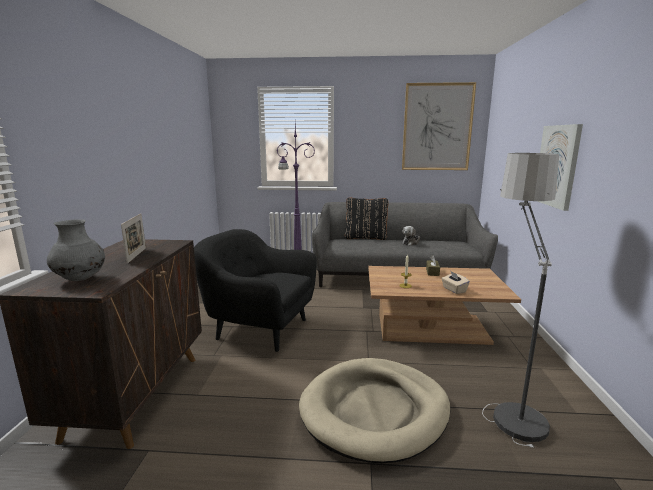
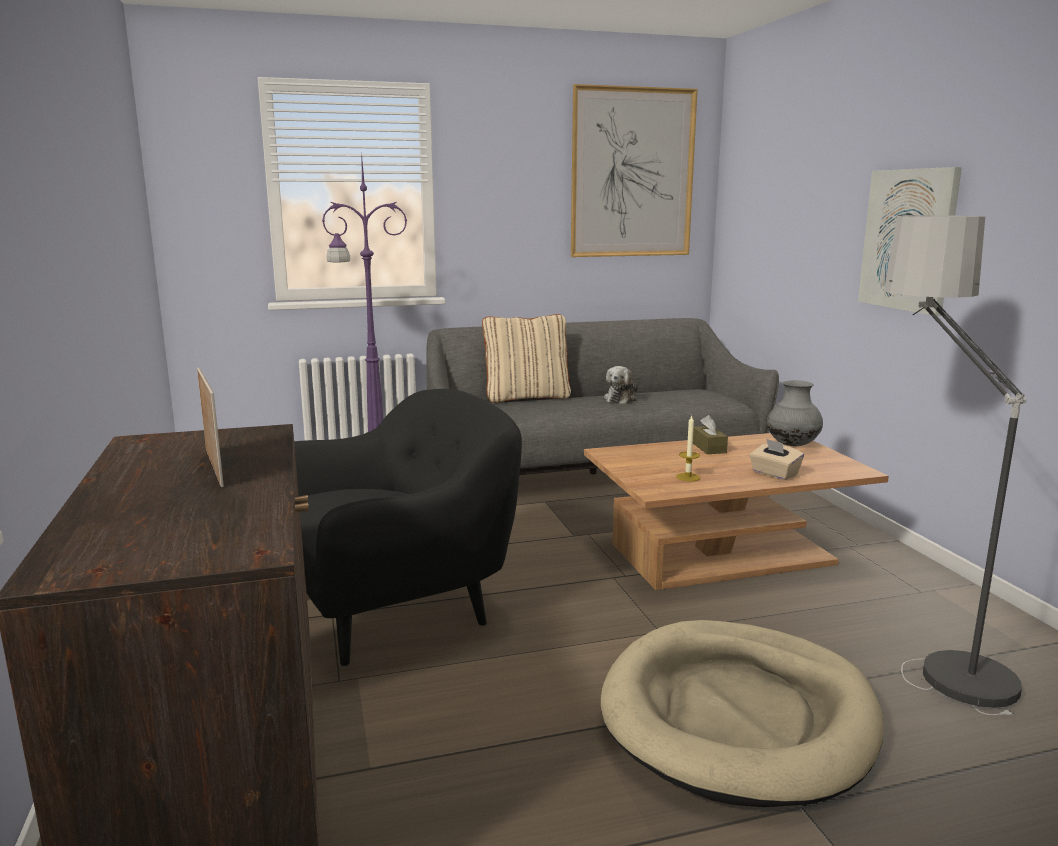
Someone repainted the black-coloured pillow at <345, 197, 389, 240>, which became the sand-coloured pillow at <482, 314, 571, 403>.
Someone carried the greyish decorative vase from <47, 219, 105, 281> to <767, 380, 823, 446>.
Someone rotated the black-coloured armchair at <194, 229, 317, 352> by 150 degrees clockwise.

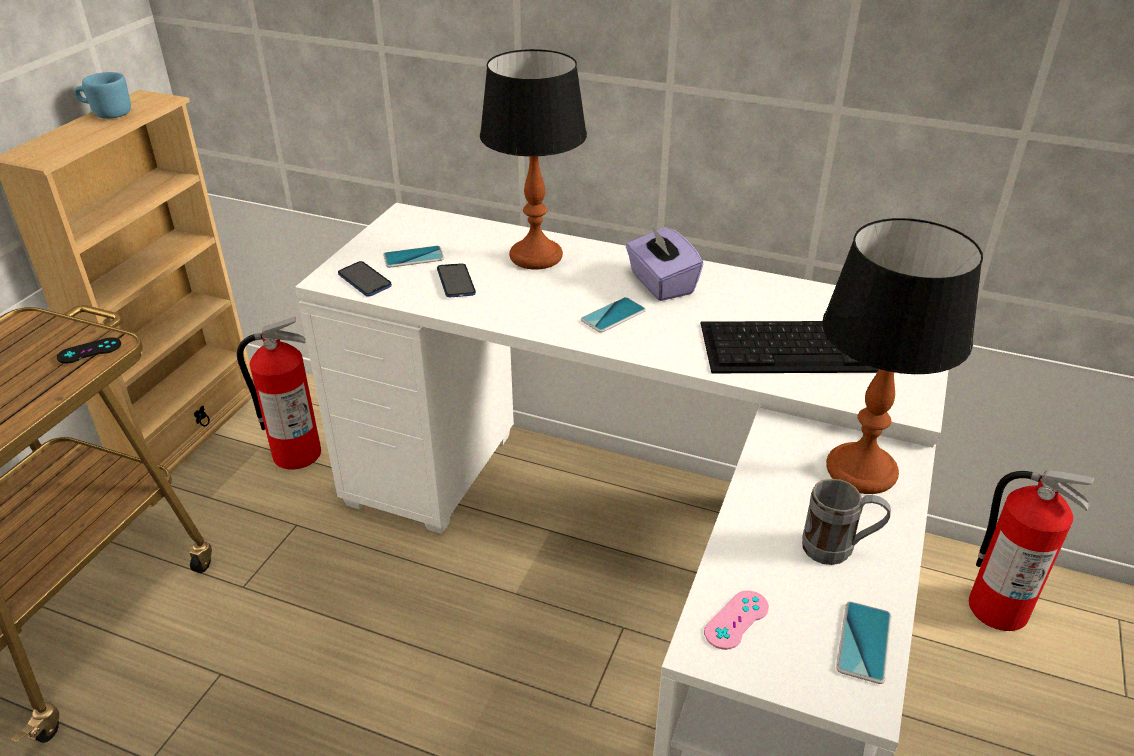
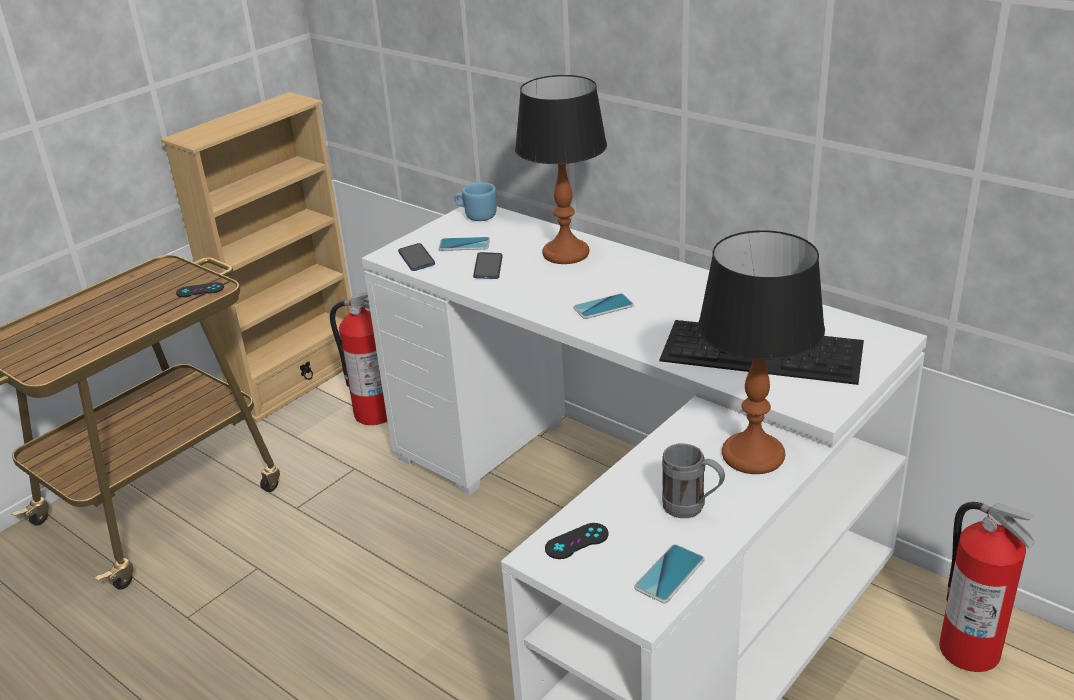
Someone carried the blue-coloured coffee mug from <74, 72, 131, 119> to <455, 182, 497, 221>.
Someone took away the purplish tissue holder at <626, 225, 703, 301>.
Someone repainted the pinkish joypad at <704, 590, 769, 650>, which became the black-coloured joypad at <545, 523, 609, 559>.

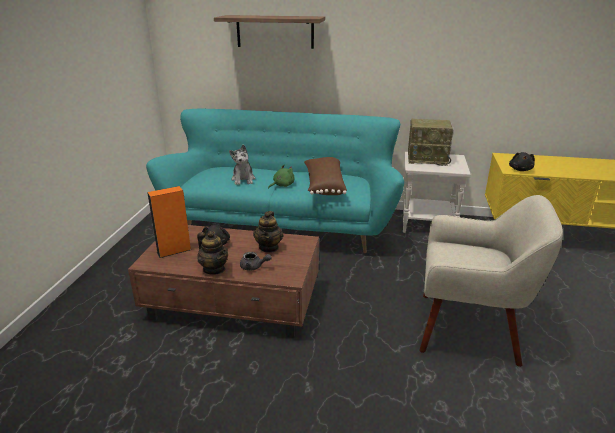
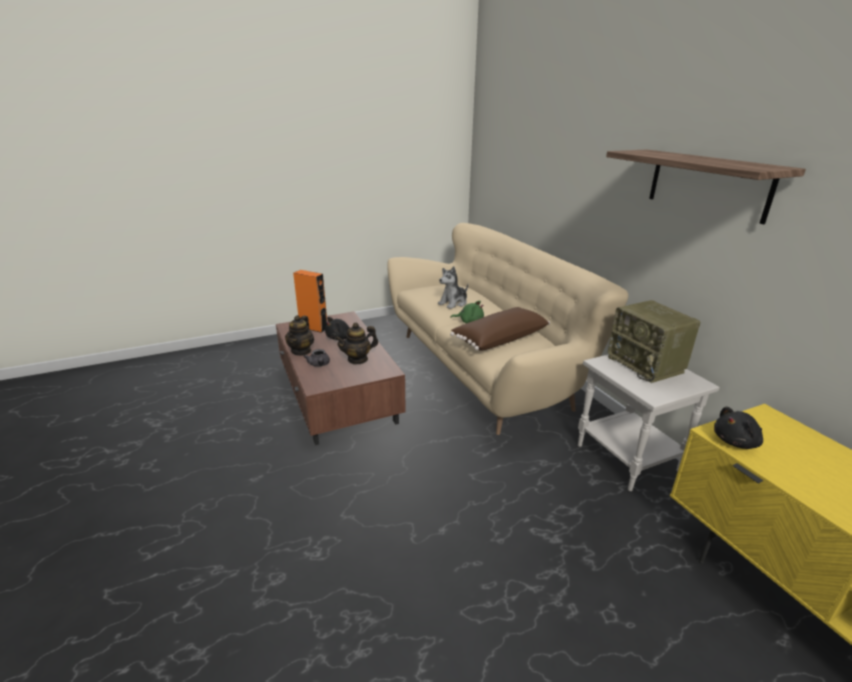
Someone carried the wall shelf from <214, 15, 325, 49> to <606, 149, 806, 224>.
Someone repainted the turquoise couch at <146, 109, 404, 253>, which became the sand-coloured couch at <387, 223, 628, 435>.
Someone took away the sand-coloured armchair at <419, 195, 563, 367>.

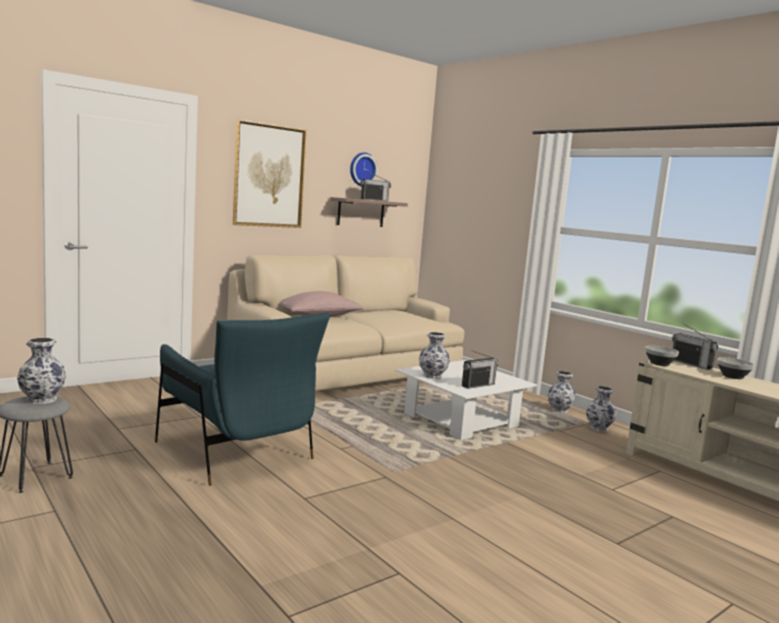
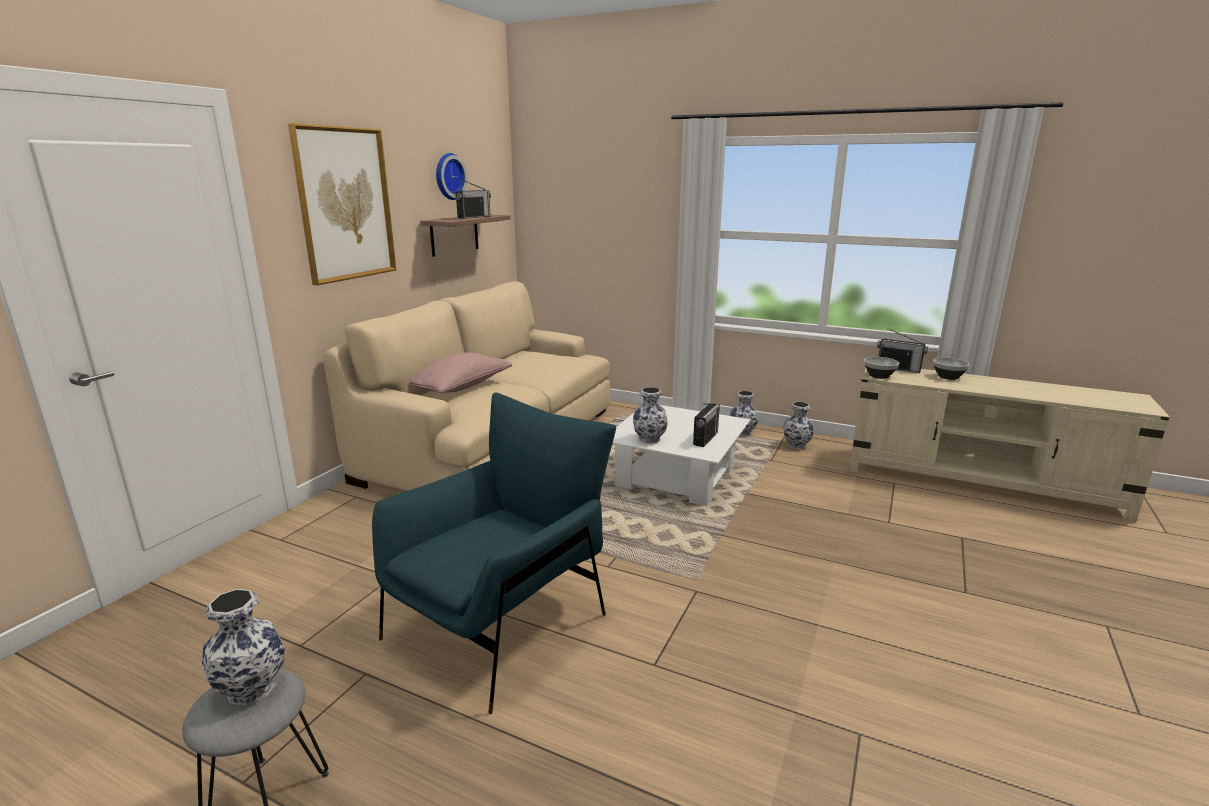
Someone rotated the blue-coloured armchair at <155, 312, 330, 486> by 75 degrees counterclockwise.

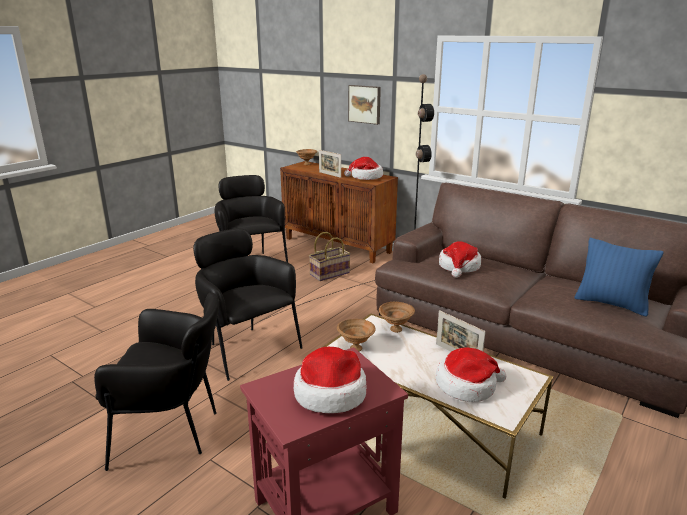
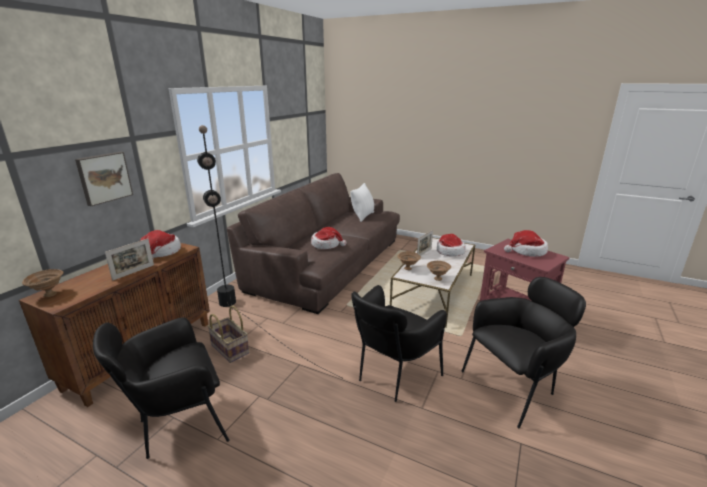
Someone repainted the blue-coloured pillow at <575, 238, 664, 317>, which became the white-coloured pillow at <351, 183, 374, 222>.
Someone rotated the black-coloured armchair at <94, 292, 219, 471> by 75 degrees clockwise.

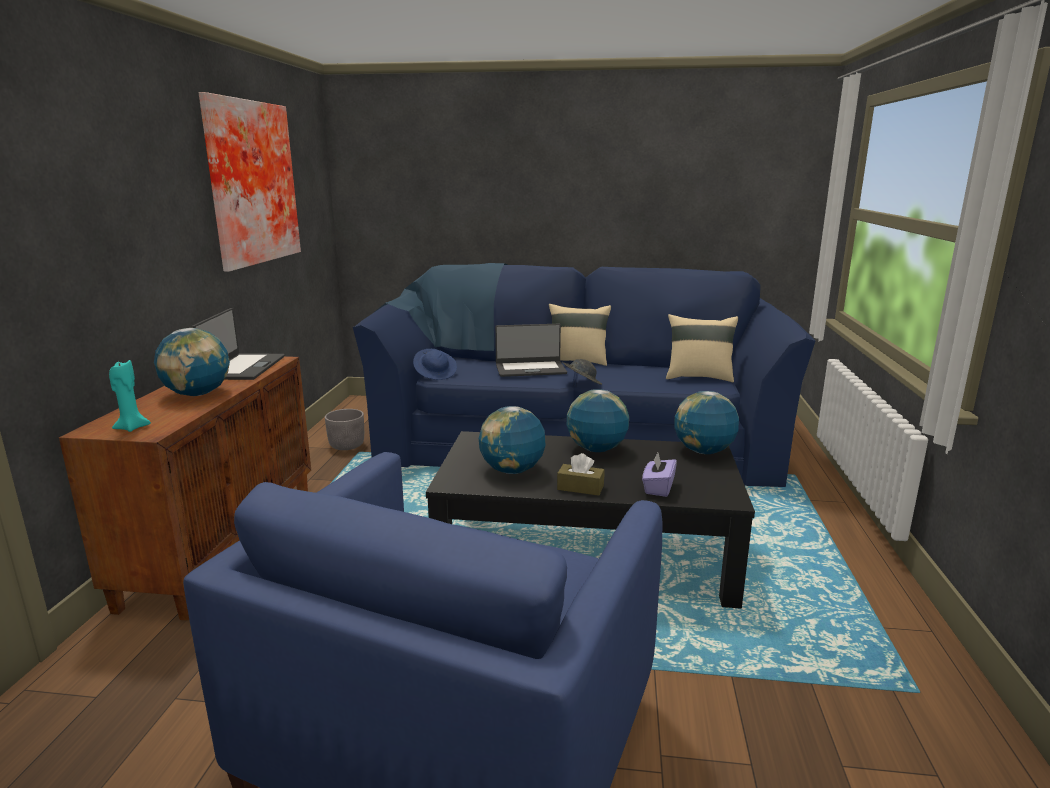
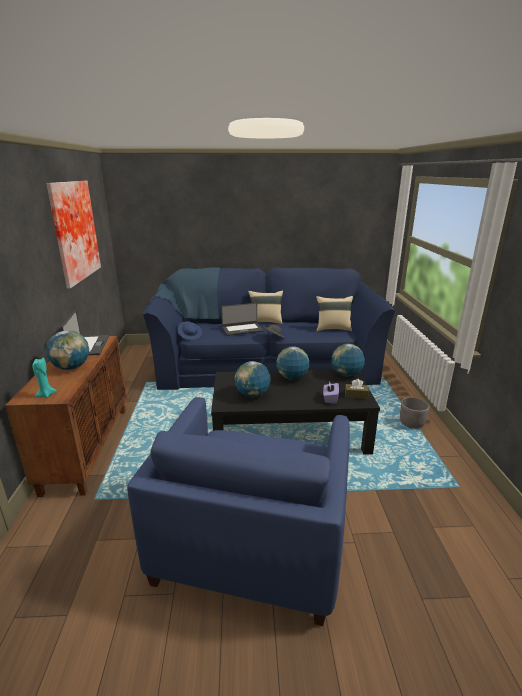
Someone carried the greyish flower pot from <325, 409, 364, 450> to <400, 397, 430, 429>.
Someone carried the brown tissue holder from <557, 453, 604, 496> to <345, 379, 369, 399>.

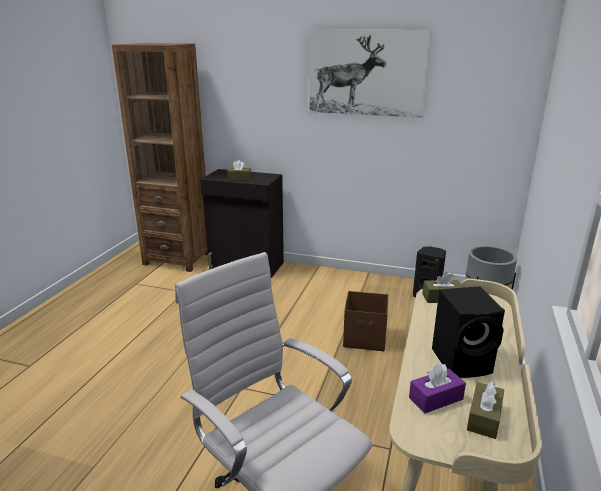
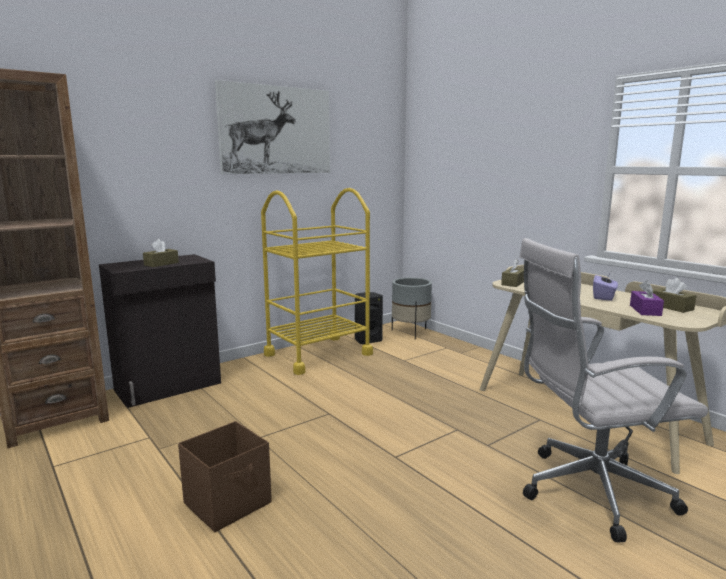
Someone swapped the black-coloured loudspeaker at <432, 286, 505, 378> for the purplish tissue holder at <593, 272, 618, 301>.
Someone carried the brown storage container from <343, 291, 388, 351> to <178, 421, 272, 532>.
Someone put down the yellow-coloured trolley at <261, 188, 373, 375>.

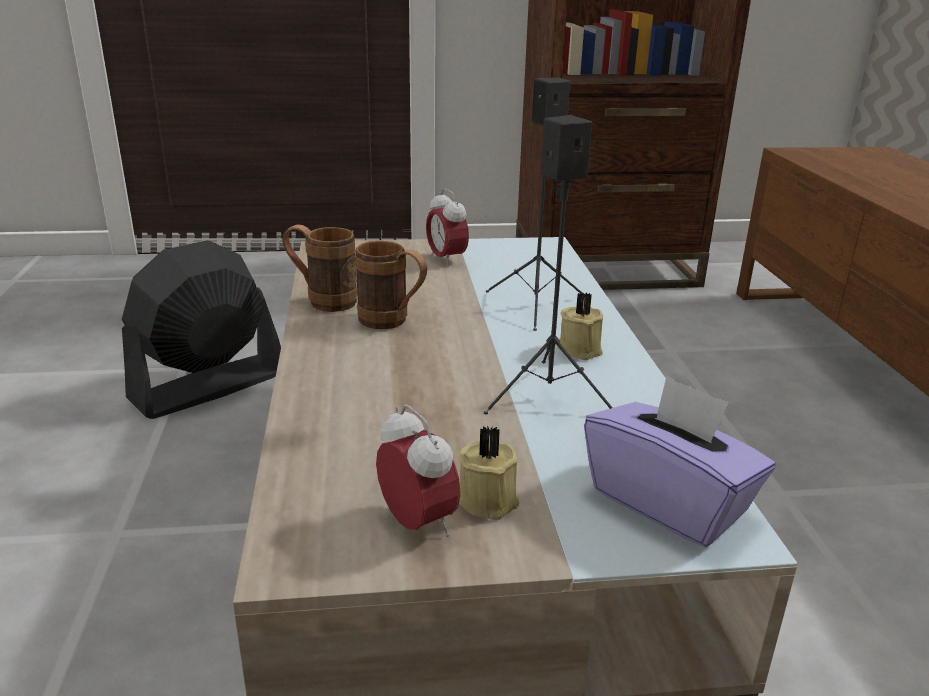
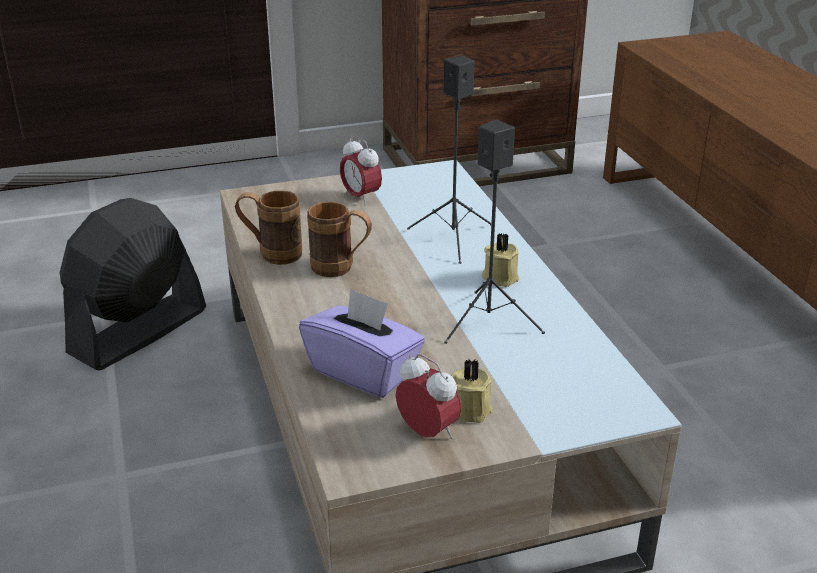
Someone carried the purplish tissue holder from <584, 375, 775, 547> to <299, 288, 425, 398>.

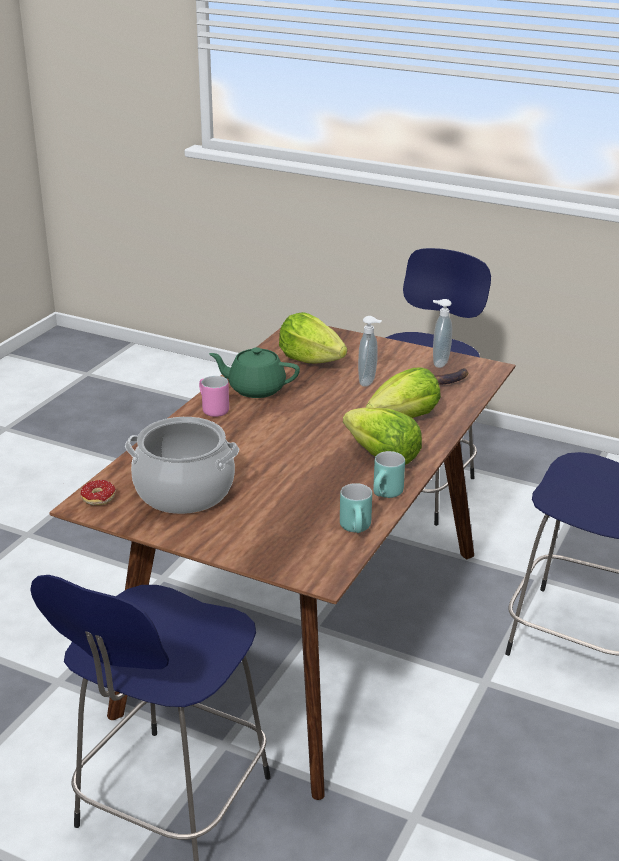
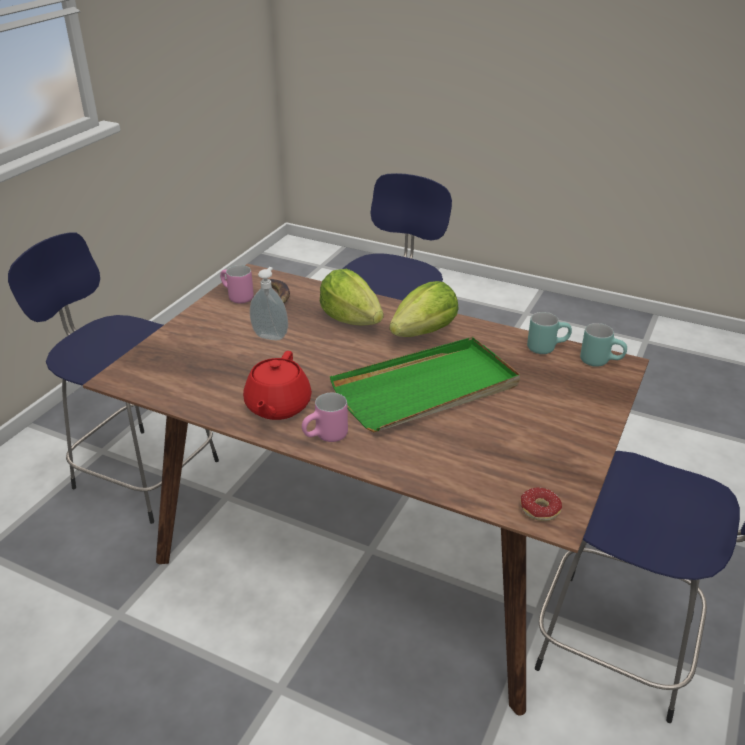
Someone swapped the soap dispenser at <433, 299, 452, 368> for the pinkish coffee mug at <220, 265, 254, 303>.
Someone took away the lettuce at <279, 312, 347, 364>.
Someone repainted the green pot for tea at <209, 347, 300, 398>, which became the reddish pot for tea at <243, 351, 312, 420>.
Someone took away the stockpot at <125, 417, 239, 514>.
Someone carried the turquoise coffee mug from <373, 451, 405, 498> to <580, 323, 627, 367>.
Someone put down the green tray at <330, 337, 520, 432>.

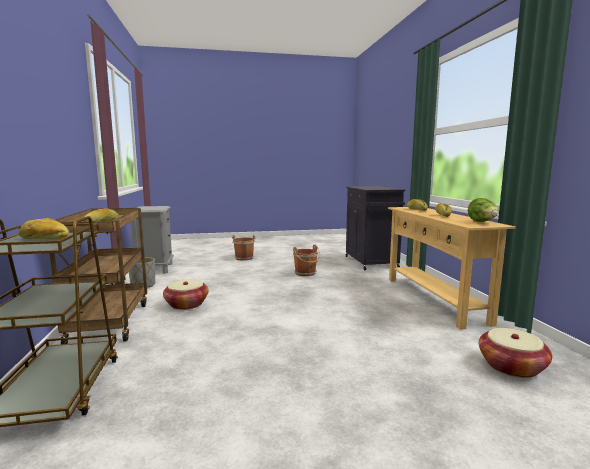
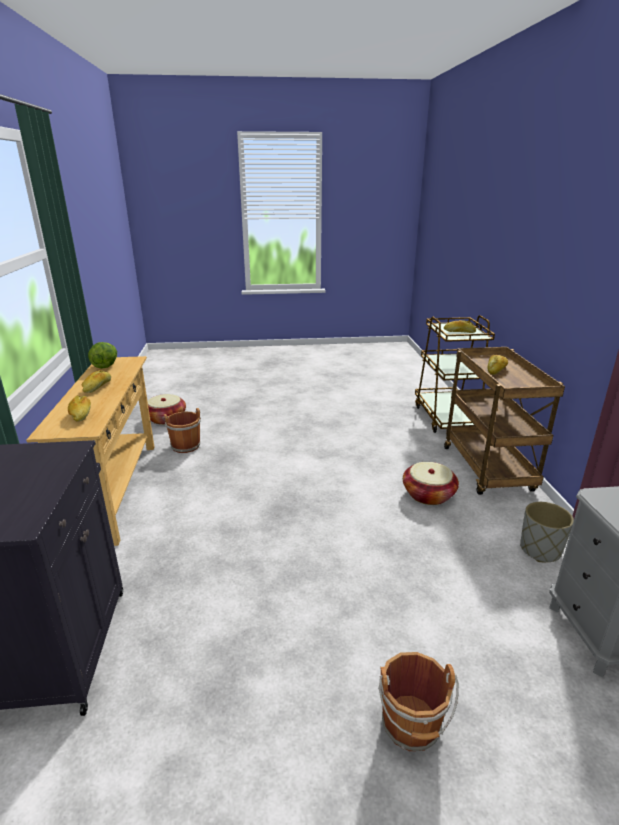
Someone carried the brown pail from <293, 245, 320, 276> to <162, 408, 201, 453>.

